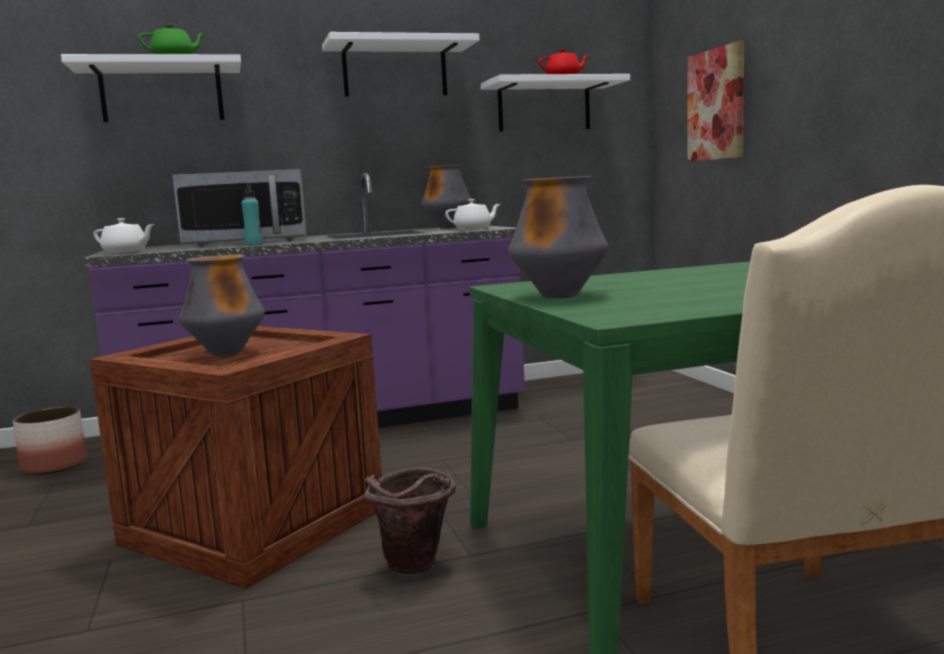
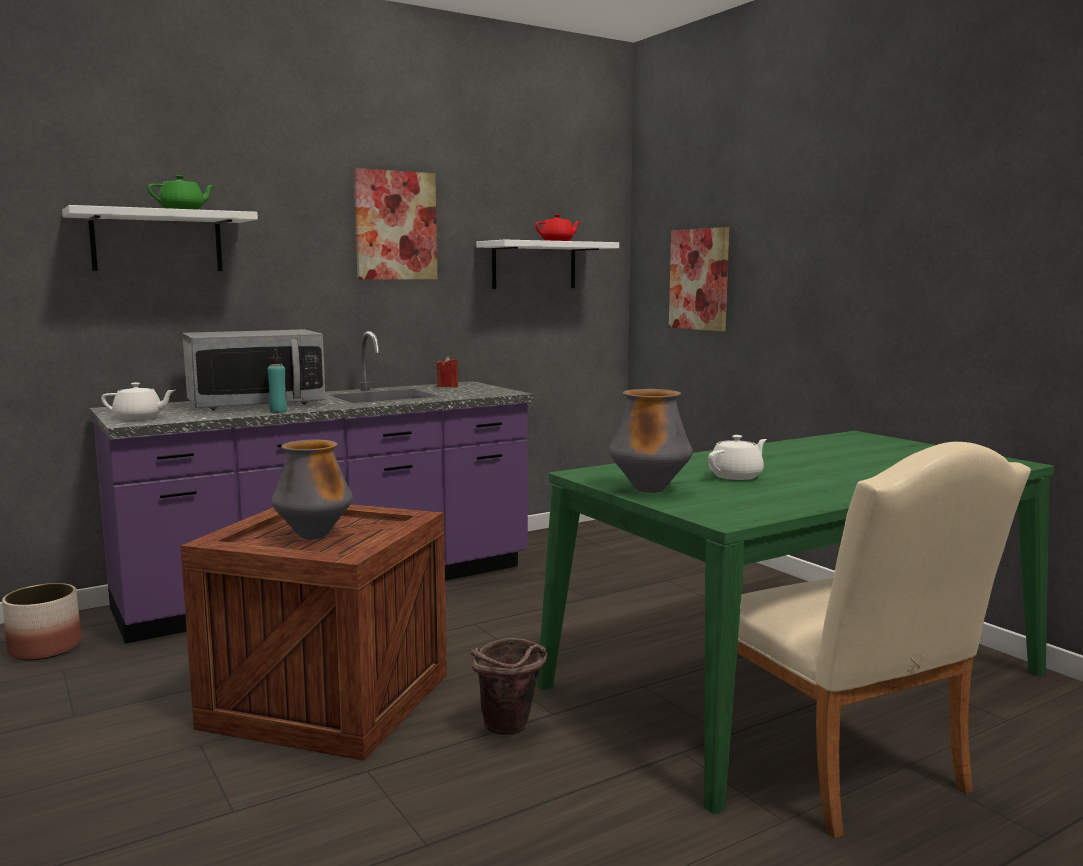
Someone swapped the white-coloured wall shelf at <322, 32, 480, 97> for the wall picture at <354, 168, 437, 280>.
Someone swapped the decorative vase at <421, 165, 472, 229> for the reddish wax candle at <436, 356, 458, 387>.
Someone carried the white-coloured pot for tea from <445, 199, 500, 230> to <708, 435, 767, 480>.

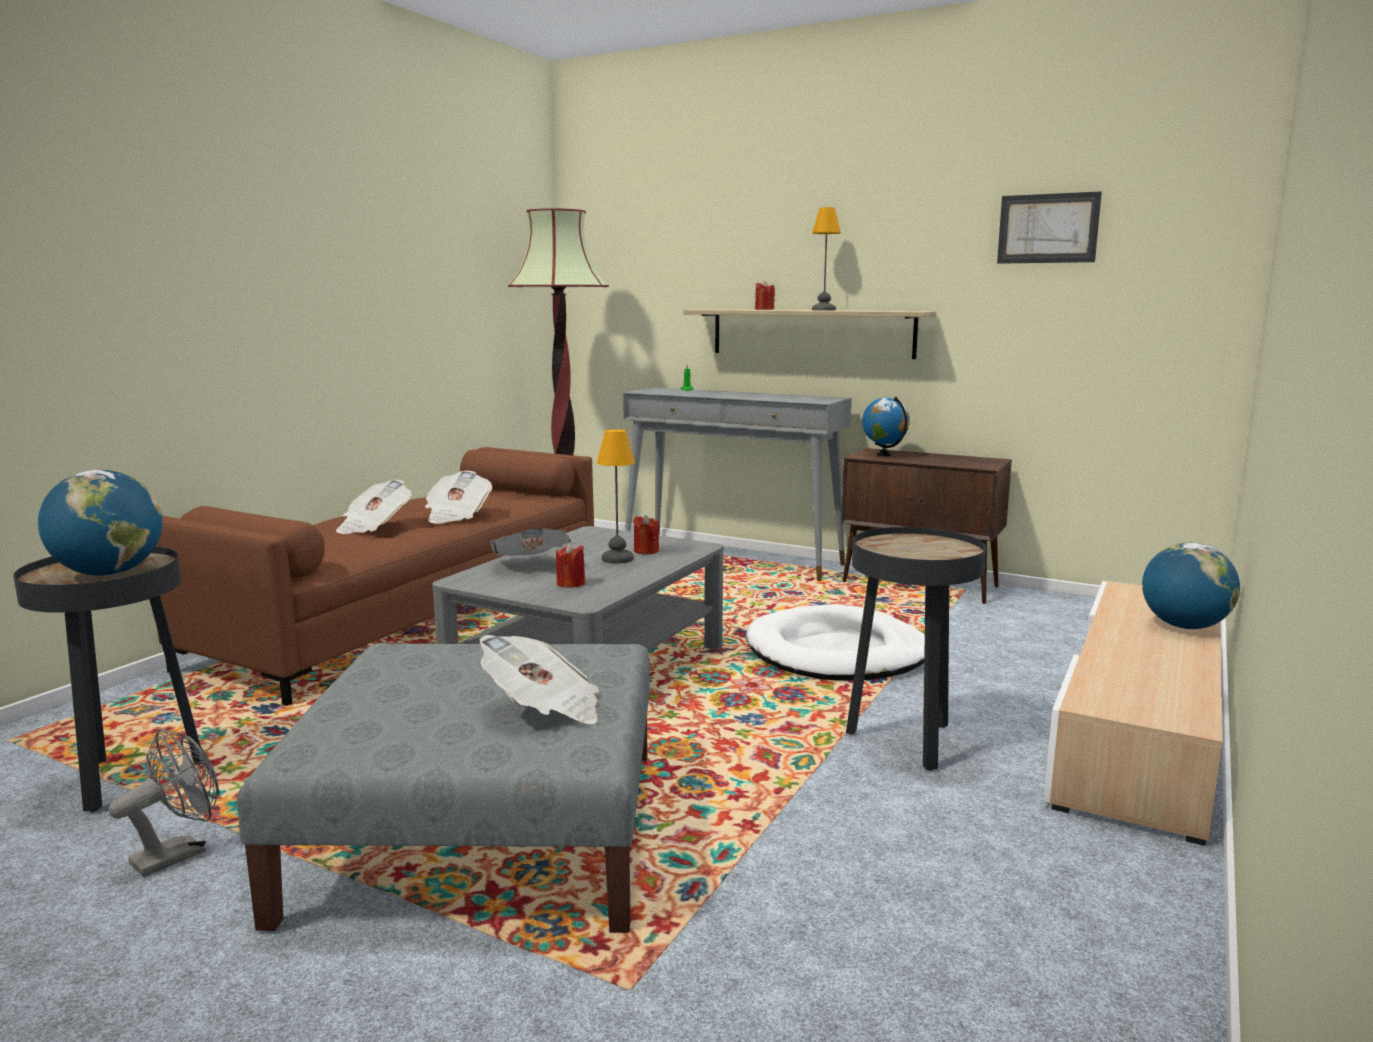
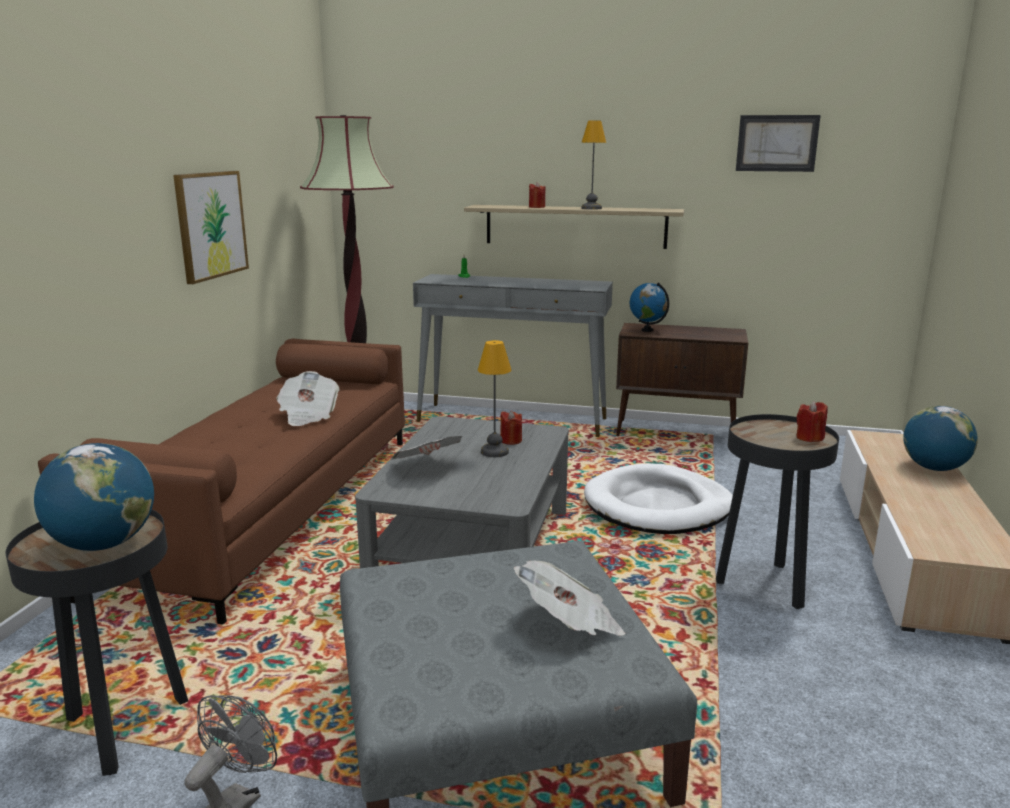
Someone took away the newspaper at <336, 479, 412, 534>.
Someone carried the reddish wax candle from <556, 543, 585, 588> to <796, 401, 828, 442>.
Someone put up the wall picture at <173, 171, 249, 284>.

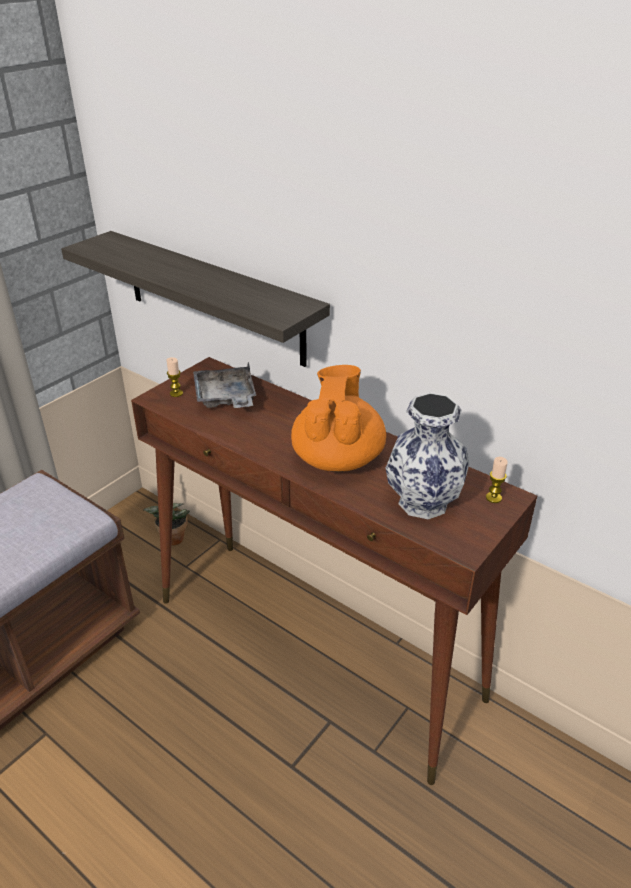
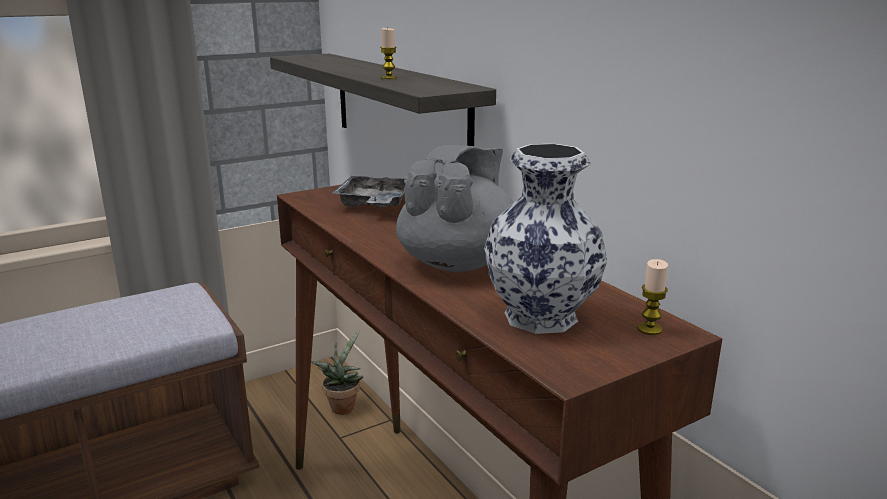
Someone carried the wax candle from <167, 357, 183, 397> to <380, 28, 397, 79>.
Someone repainted the orange-coloured pot for tea at <291, 365, 386, 472>, which became the greyish pot for tea at <396, 145, 514, 272>.

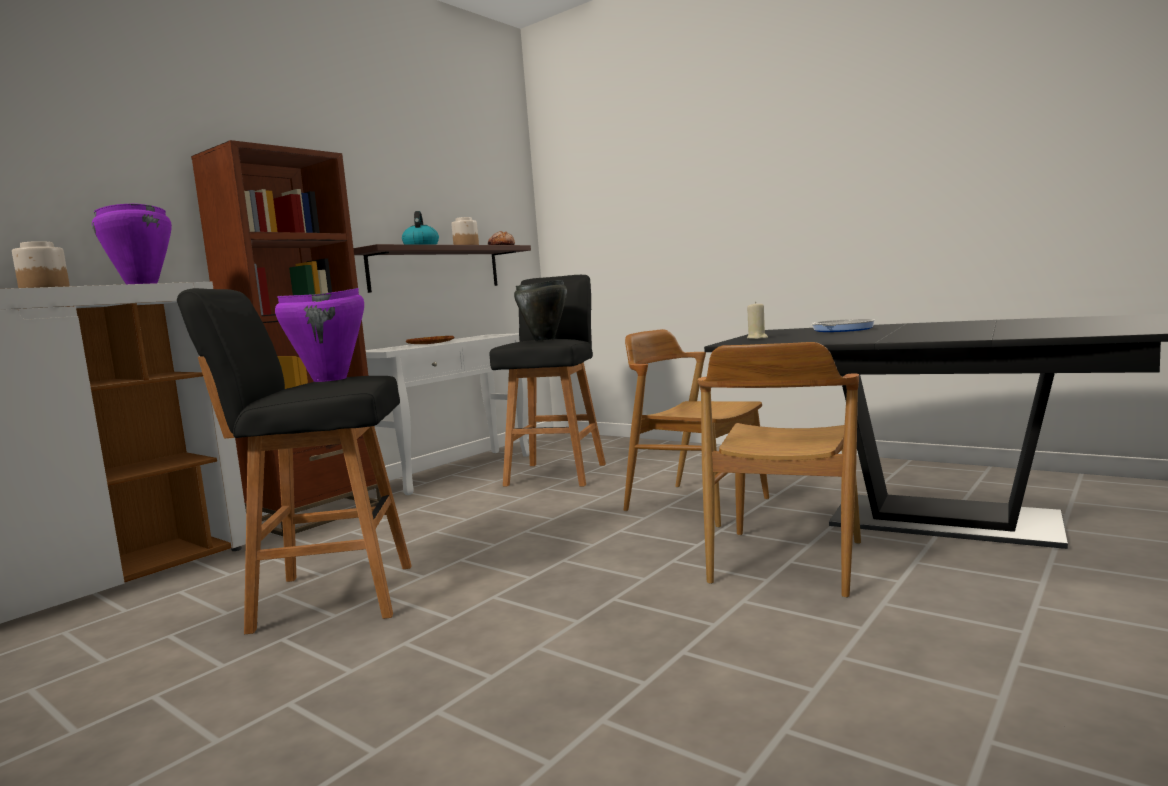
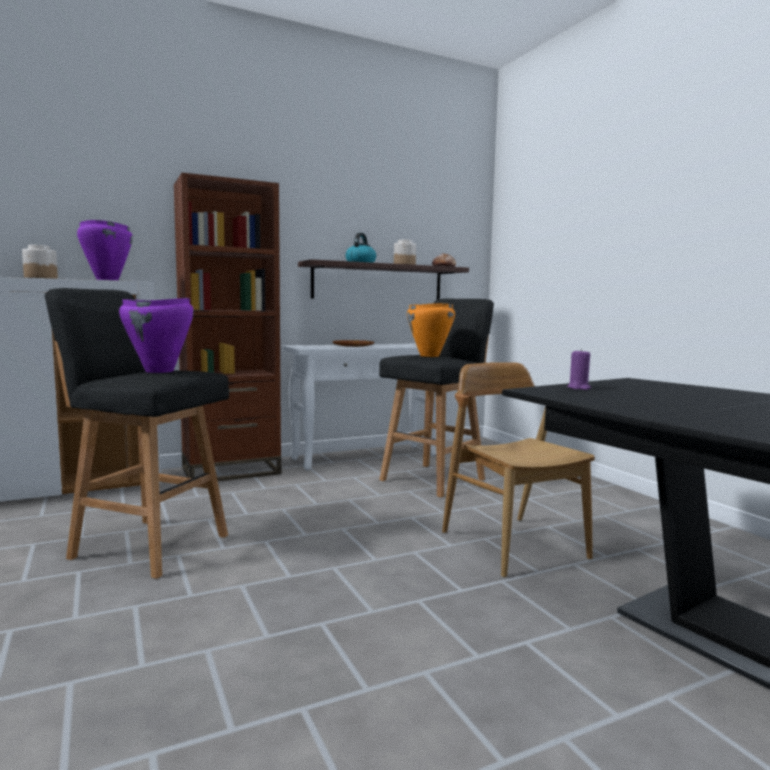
Someone repainted the black-coloured stockpot at <514, 280, 567, 340>, which became the orange-coloured stockpot at <407, 303, 455, 357>.
Someone repainted the sand-coloured wax candle at <747, 302, 768, 339>, which became the purplish wax candle at <567, 349, 591, 390>.
Someone took away the frying pan at <812, 319, 875, 332>.
Someone took away the brown upright chair at <697, 342, 861, 598>.

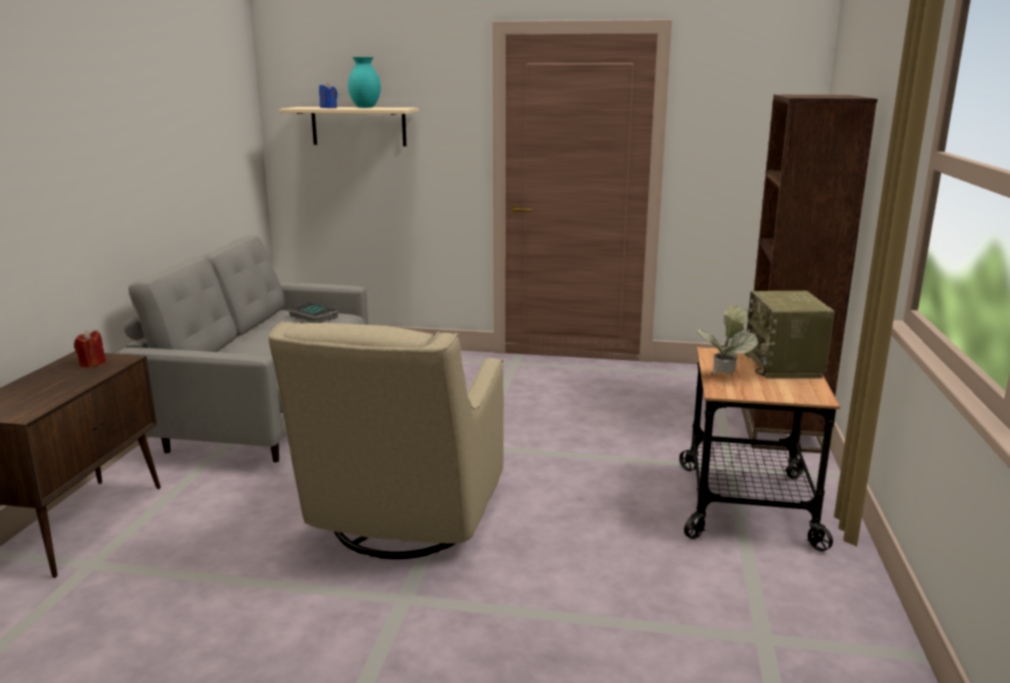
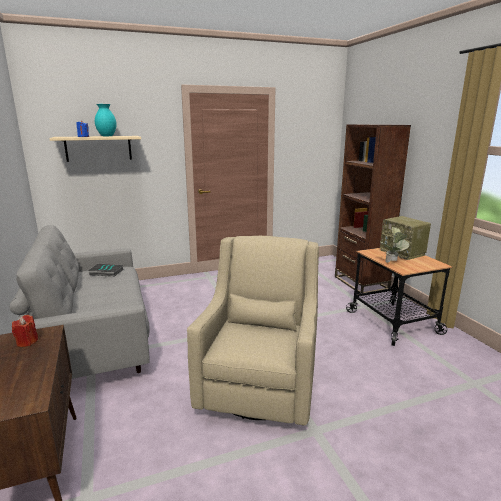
Someone rotated the sand-coloured armchair at <269, 321, 504, 559> by 150 degrees counterclockwise.

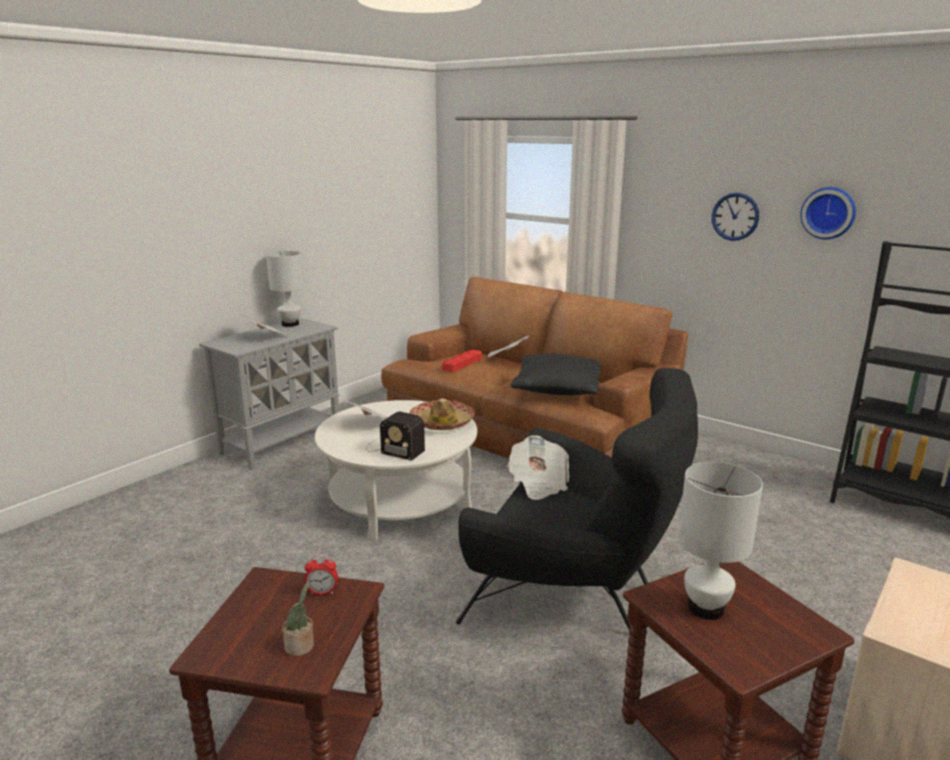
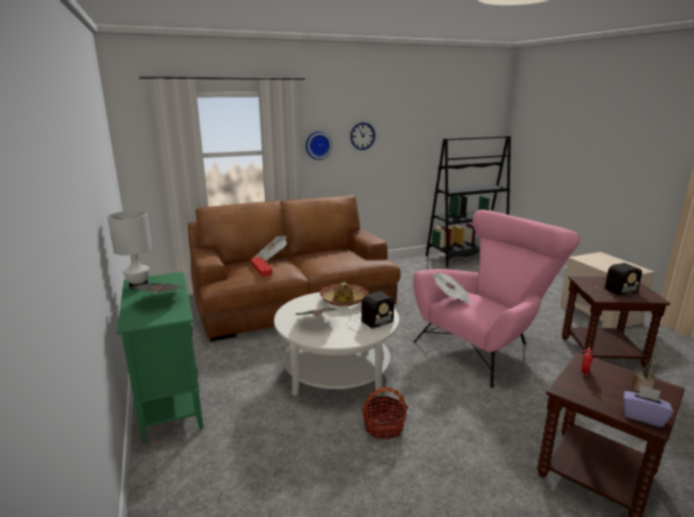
Someone carried the wall clock from <800, 187, 856, 239> to <306, 131, 332, 160>.
Someone repainted the greyish storage cabinet at <199, 318, 339, 470>, which became the green storage cabinet at <117, 272, 203, 443>.
Someone took away the black-coloured pillow at <510, 353, 601, 395>.
Someone repainted the black-coloured armchair at <456, 368, 698, 629>, which became the pinkish armchair at <413, 210, 580, 388>.
Someone swapped the white-coloured lamp for a table at <678, 462, 763, 620> for the radio receiver at <590, 263, 642, 298>.
Someone put down the purplish tissue holder at <624, 385, 673, 427>.
Someone put down the household basket at <361, 387, 408, 440>.

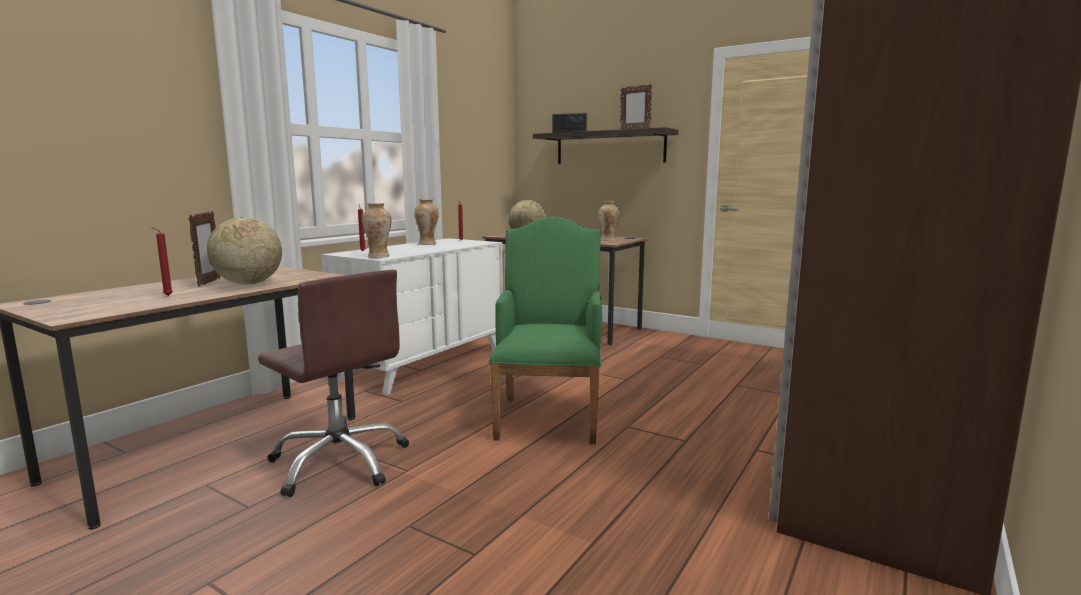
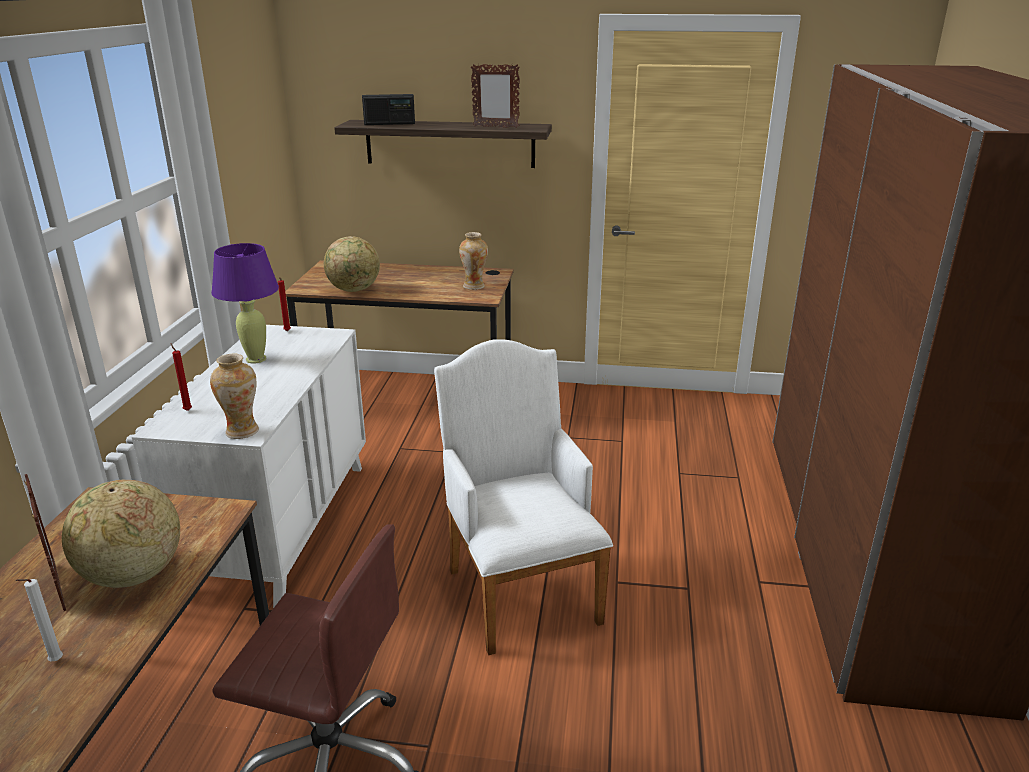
Someone swapped the decorative vase at <414, 199, 439, 245> for the purplish lamp for a table at <211, 243, 279, 364>.
Someone repainted the green armchair at <488, 216, 602, 444>, which became the white-coloured armchair at <434, 339, 613, 655>.
Someone repainted the reddish wax candle at <151, 227, 173, 296>, which became the white-coloured wax candle at <15, 579, 63, 661>.

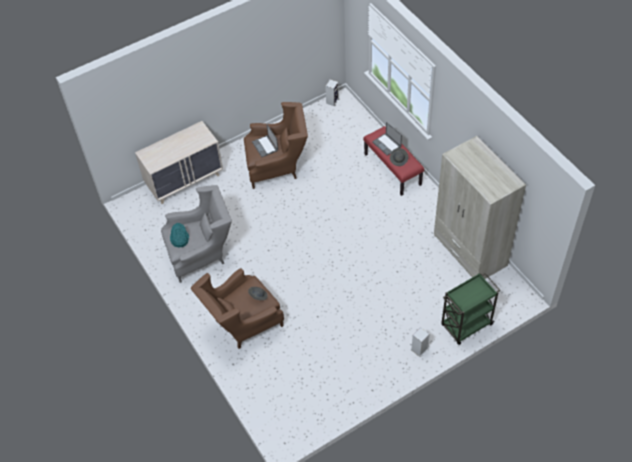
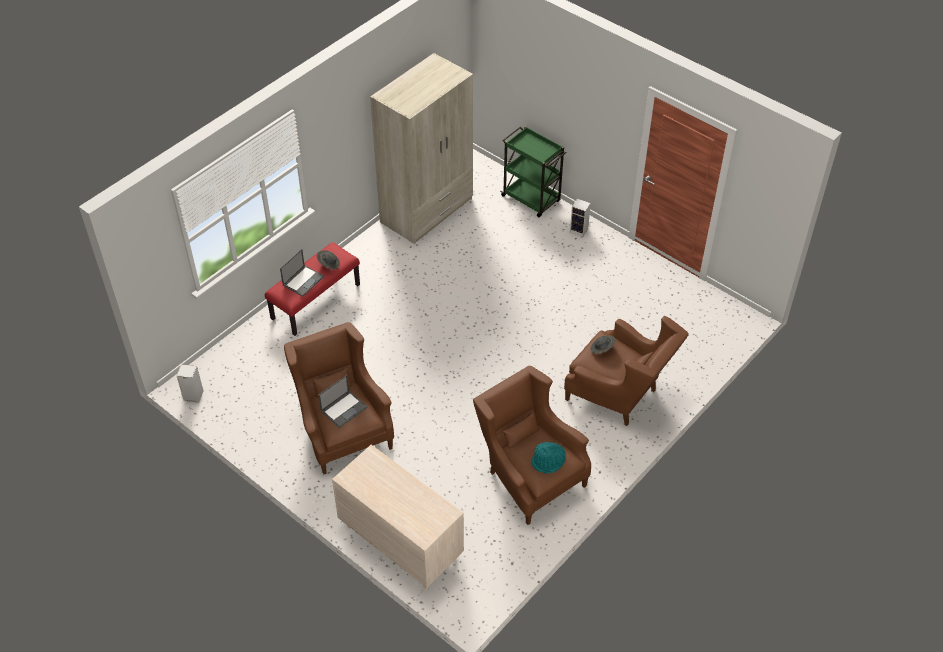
Someone repainted the greyish armchair at <161, 185, 232, 283>, which became the brown armchair at <473, 366, 591, 525>.

